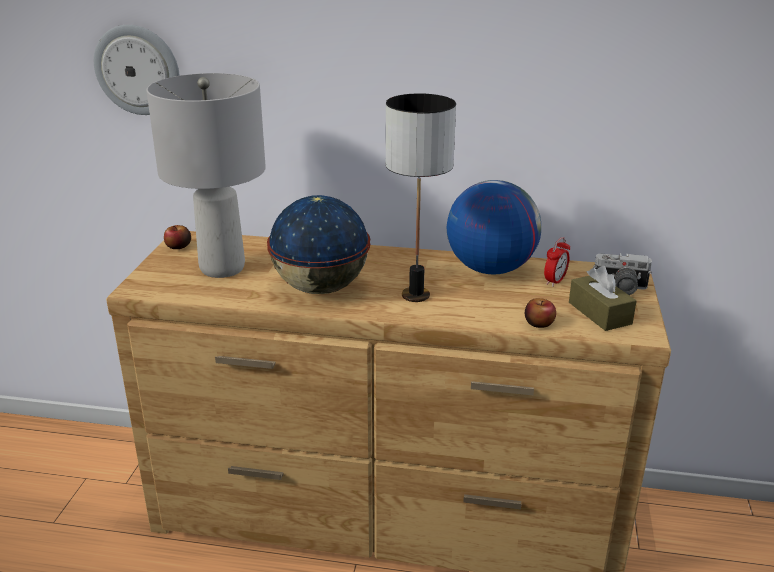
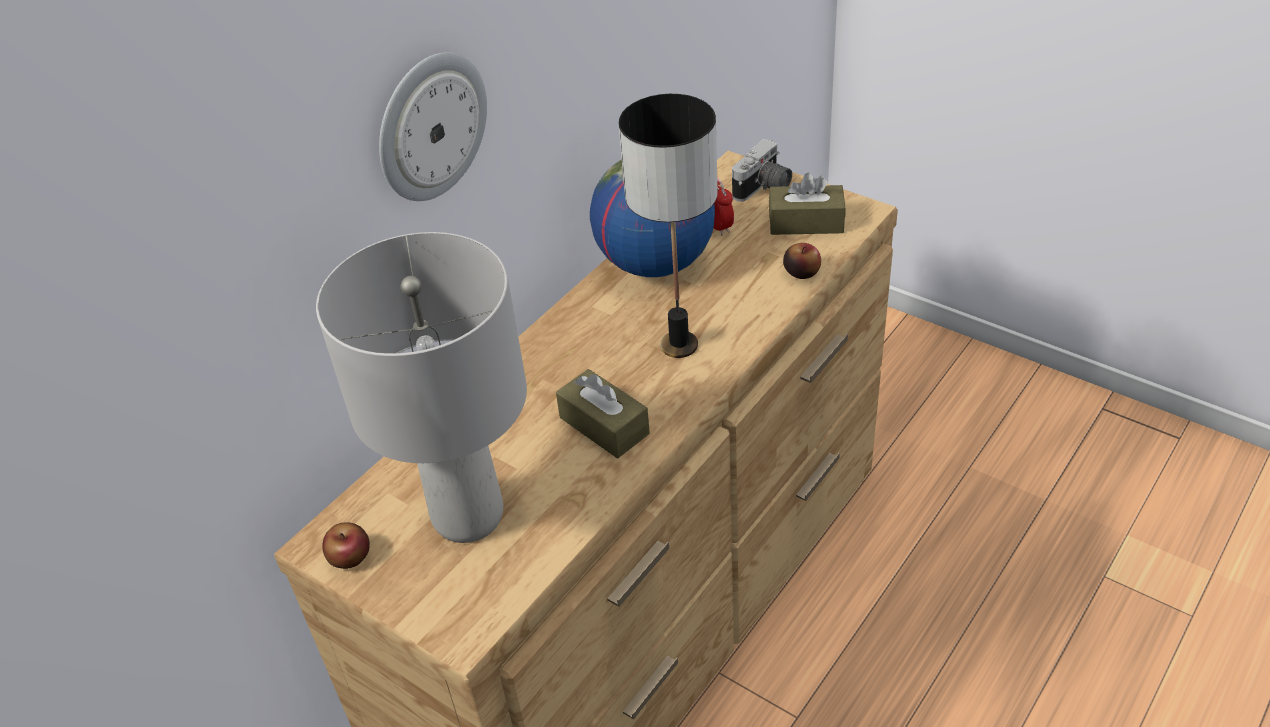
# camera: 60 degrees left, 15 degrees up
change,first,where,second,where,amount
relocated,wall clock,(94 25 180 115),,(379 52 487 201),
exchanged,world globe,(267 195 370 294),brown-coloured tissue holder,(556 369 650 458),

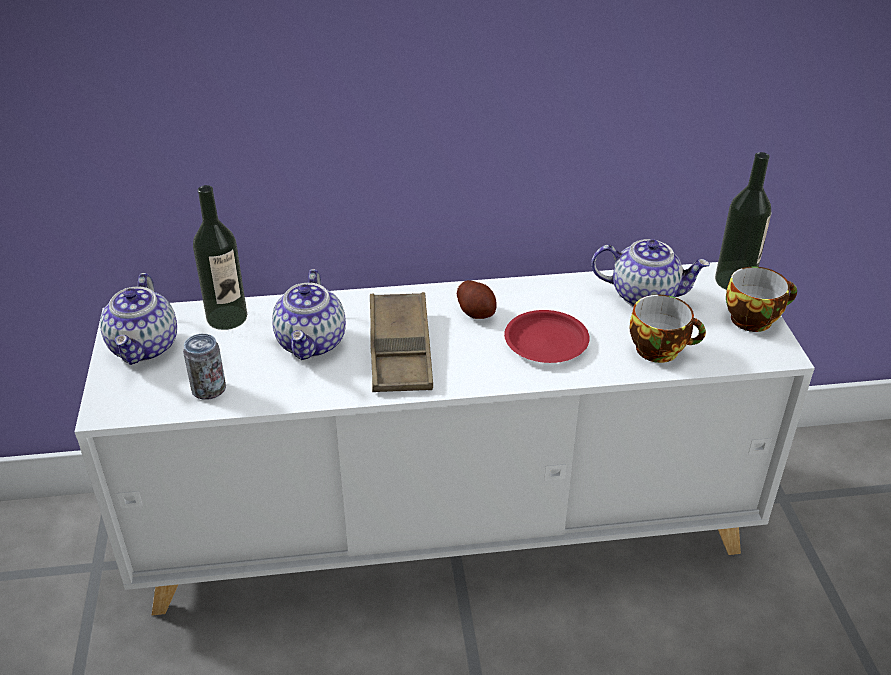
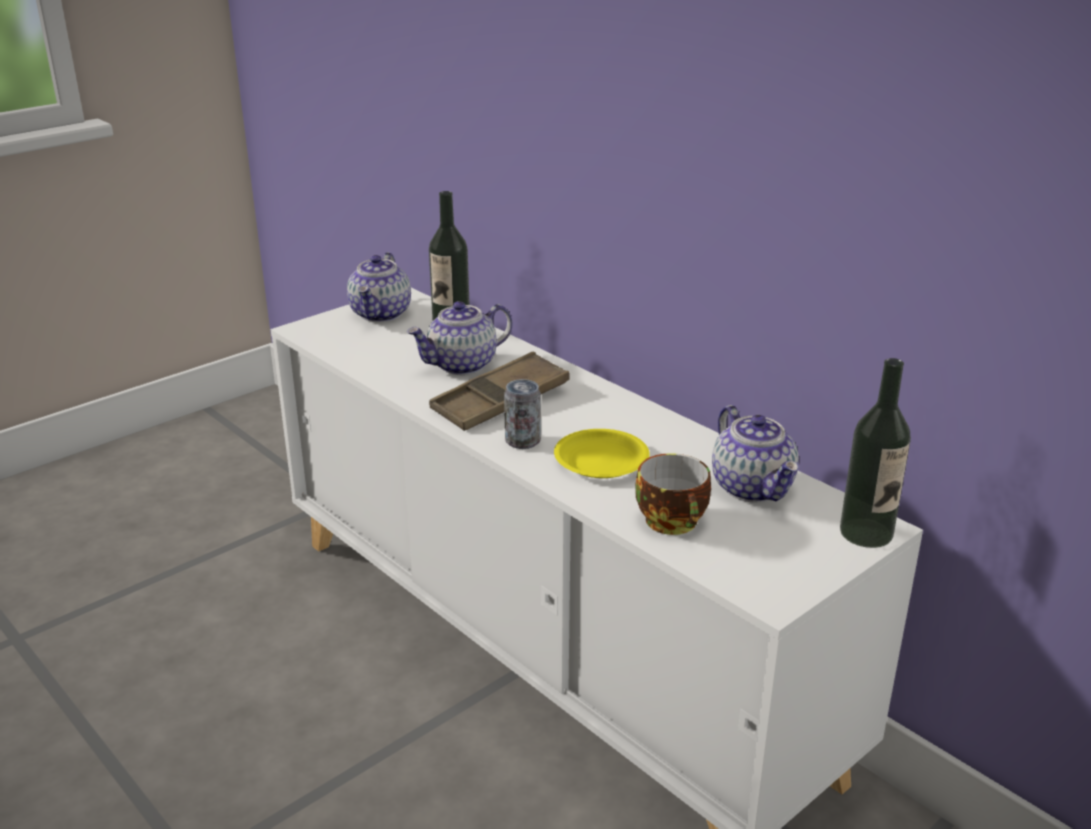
# camera: 55 degrees right, 10 degrees down
change,first,where,second,where,amount
missing,drinking cup,(726 267 797 332),,,
spun,pot for tea,(100 273 177 365),,(347 252 411 322),45 degrees counterclockwise
missing,potato,(456 280 497 319),,,
colour,red-coloured plate,(504 310 590 363),yellow-coloured plate,(554 429 650 478),
relocated,can,(183 334 226 400),,(504 379 541 449),

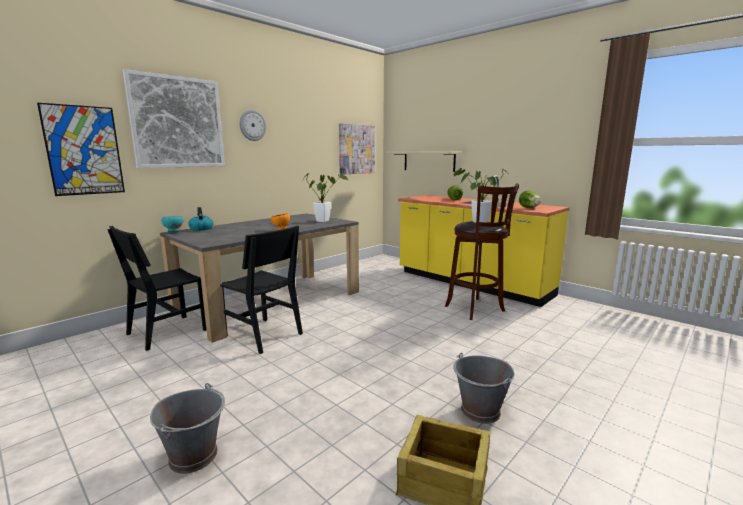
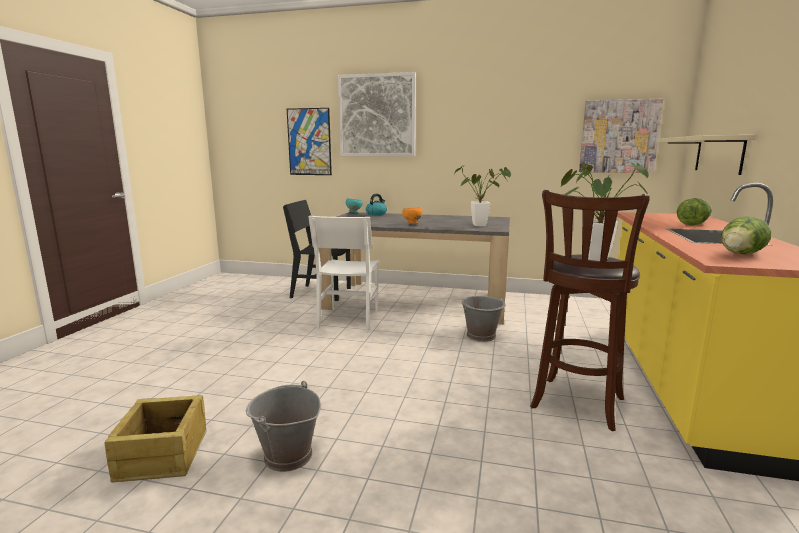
# camera: 60 degrees right, 0 degrees up
change,first,where,second,where,amount
missing,wall clock,(239 110 266 141),,,
colour,blackish plain chair,(220 226 303 354),whitish plain chair,(308 216 380 331),
relocated,greyish bucket,(150 383 225 474),,(462 296 506 342),

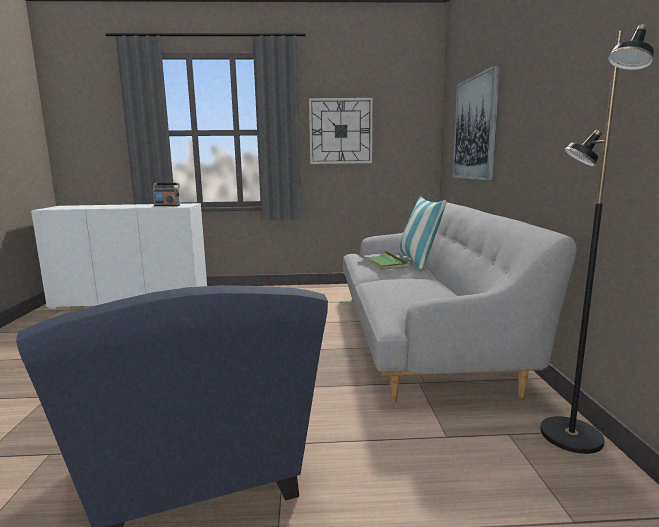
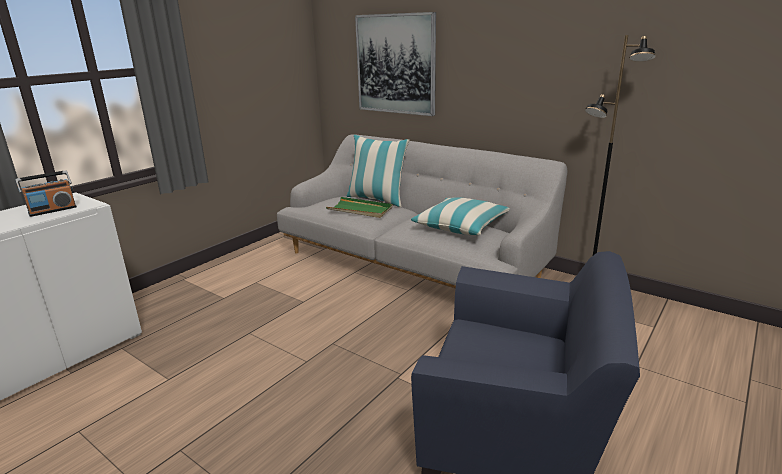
# camera: 50 degrees left, 10 degrees up
change,first,where,second,where,amount
missing,wall clock,(309 98 373 164),,,
appeared,,,throw pillow,(411 197 510 235),

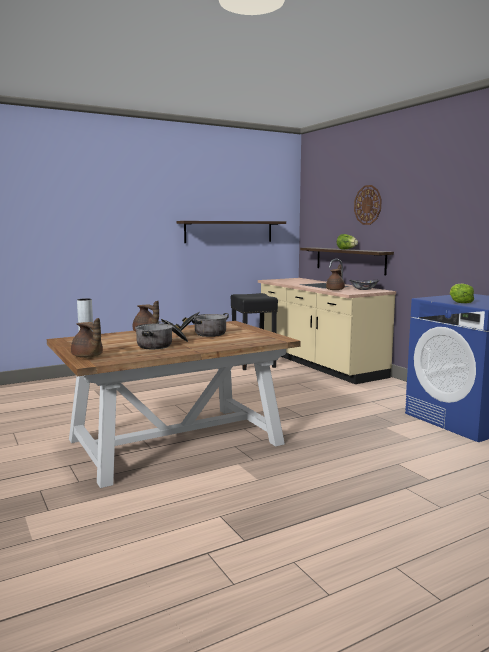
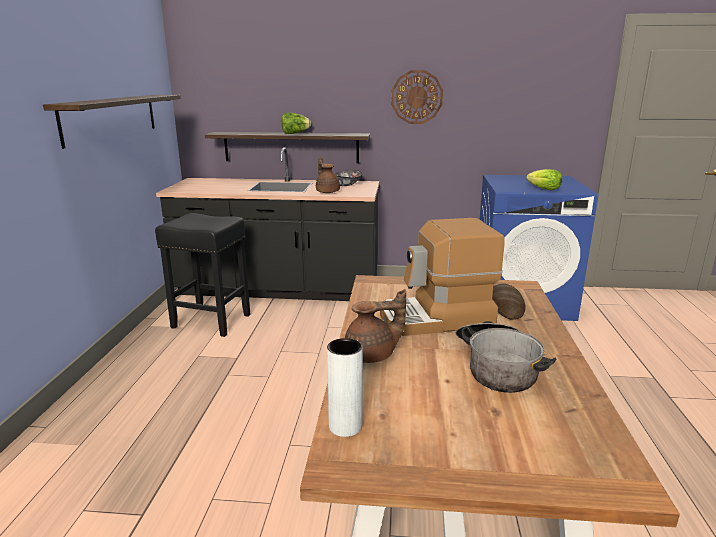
# camera: 55 degrees left, 10 degrees up
change,first,where,second,where,amount
relocated,wall clock,(354 185 382 225),,(391 70 443 124),
colour,beige kitchen counter,(258 259 396 384),blackish kitchen counter,(156 147 379 301),
exchanged,stockpot,(180 312 229 337),coffee brewer,(380 218 505 336),
missing,brown-coloured pot for tea,(71 318 103 358),,,
appeared,,,bakery bread,(493 283 526 320),

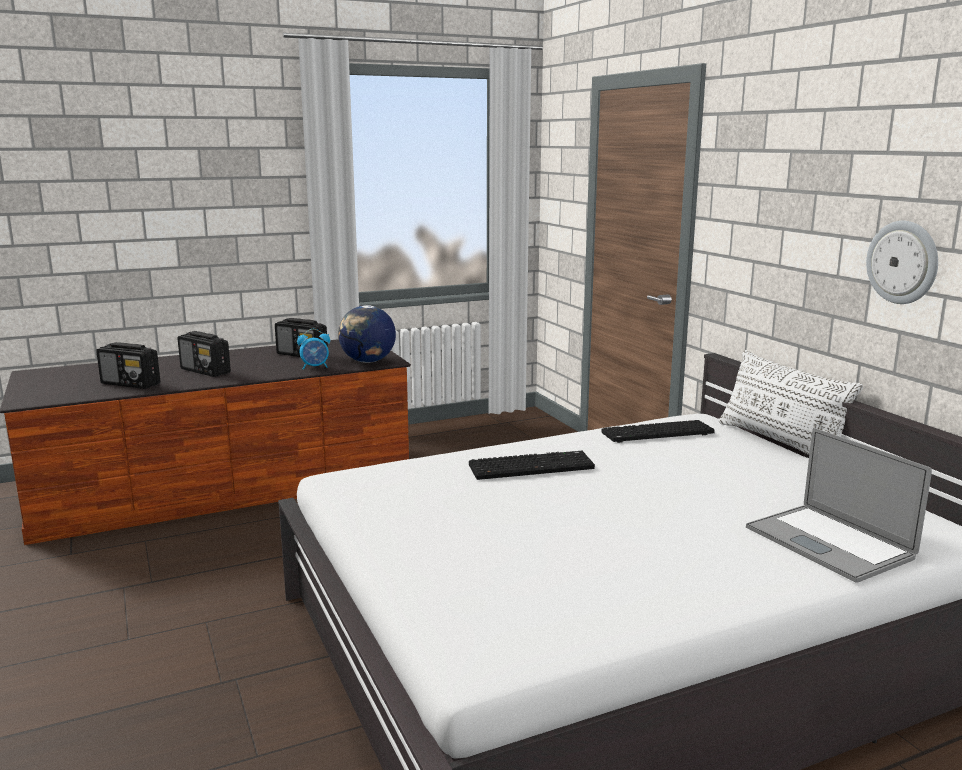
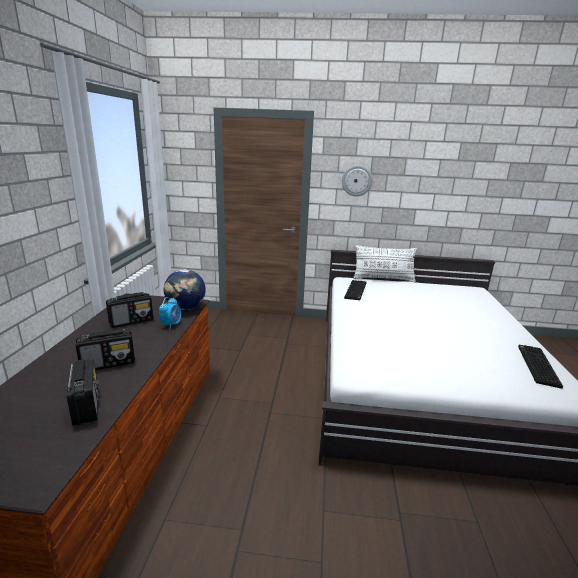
# camera: 60 degrees left, 5 degrees up
change,first,where,second,where,amount
relocated,wall clock,(866 221 938 304),,(342 165 373 196),
spun,radio,(96 342 160 389),,(66 359 99 426),75 degrees counterclockwise
missing,portable computer,(746 428 932 583),,,
relocated,PC keyboard,(469 451 595 480),,(518 345 563 389),

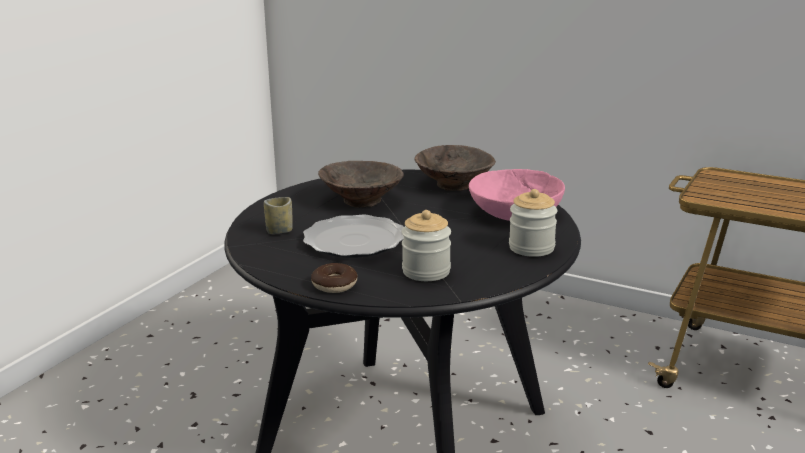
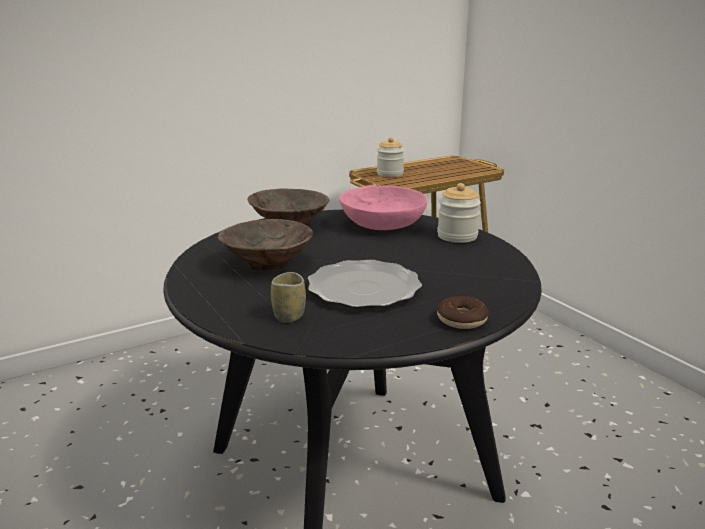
# camera: 60 degrees left, 0 degrees up
change,first,where,second,where,amount
relocated,preserve jar,(402 210 451 281),,(377 137 404 177),

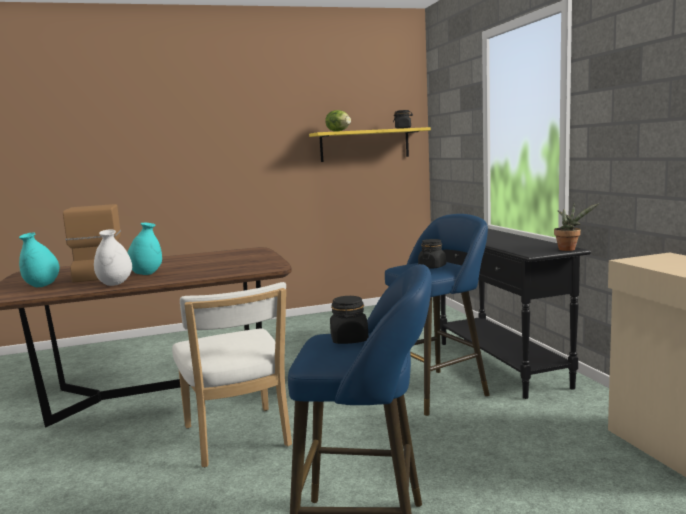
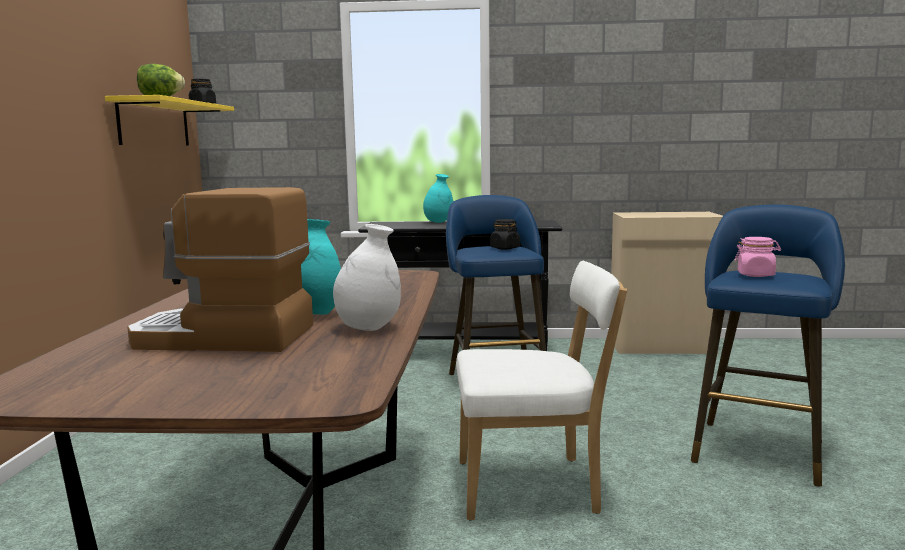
# camera: 70 degrees left, 0 degrees up
change,first,where,second,where,amount
missing,houseplant,(554 203 599 251),,,
relocated,turquoise-coloured vase,(19 232 59 287),,(423 174 453 223),
colour,blackish preserve jar,(330 296 368 344),pink preserve jar,(735 237 781 277),

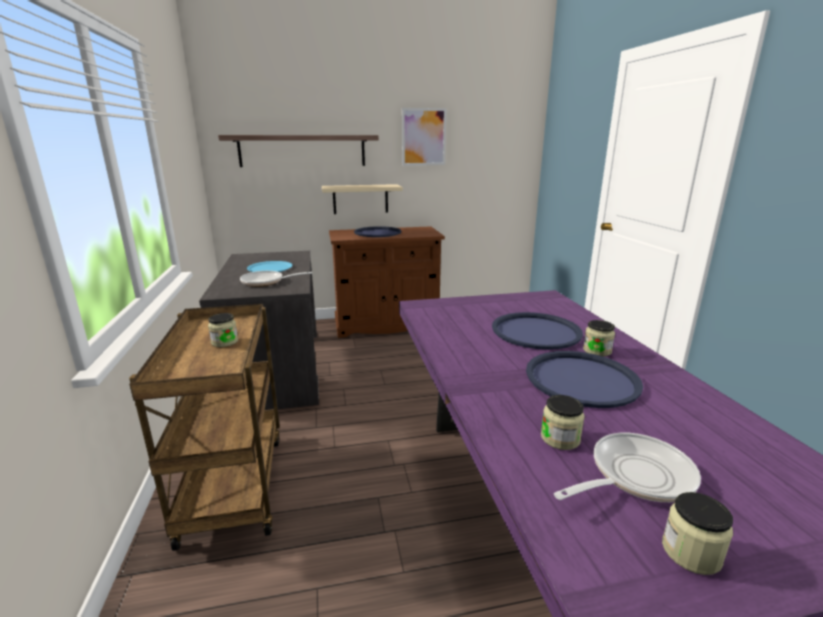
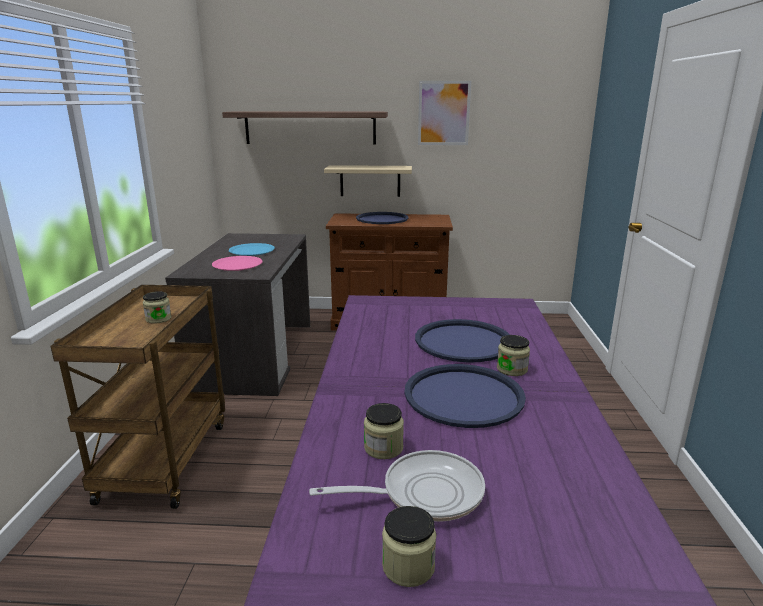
# camera: 15 degrees right, 0 degrees up
change,first,where,second,where,amount
exchanged,frying pan,(240 271 312 287),pink plate,(212 256 263 271),

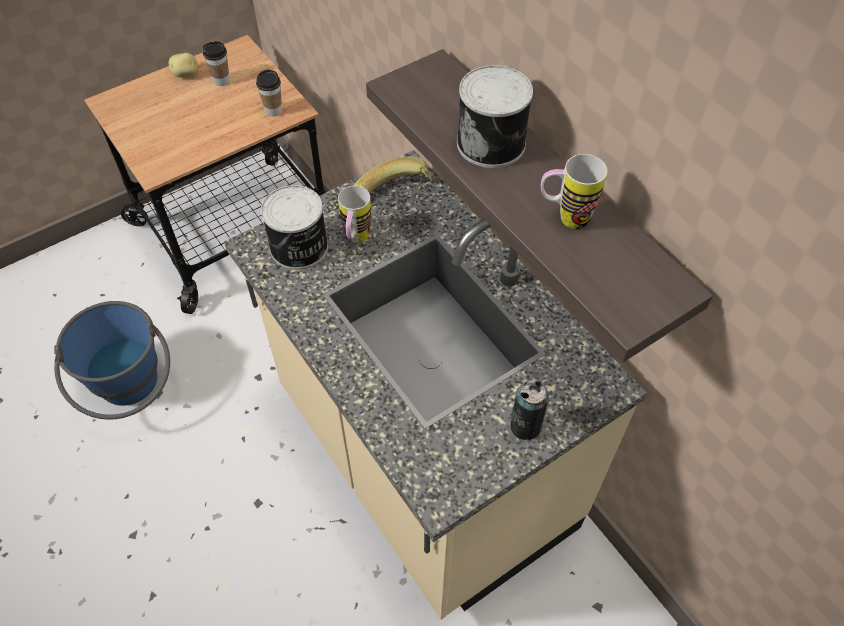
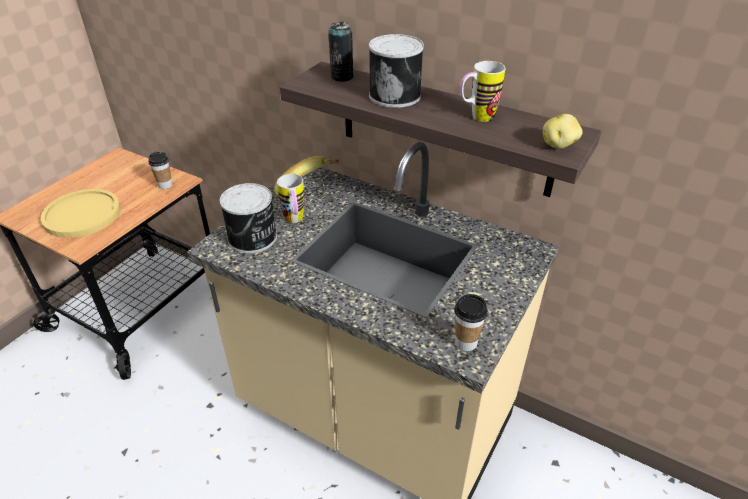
# camera: 25 degrees left, 15 degrees down
change,first,where,second,where,amount
relocated,drinking cup,(203 41 230 86),,(455 294 488 351),
relocated,potato,(168 53 198 78),,(543 114 583 149),
missing,blue bucket,(54 301 170 420),,,
relocated,can,(511 380 549 440),,(328 22 354 82),
appeared,,,yellow-coloured plate,(41 189 121 238),

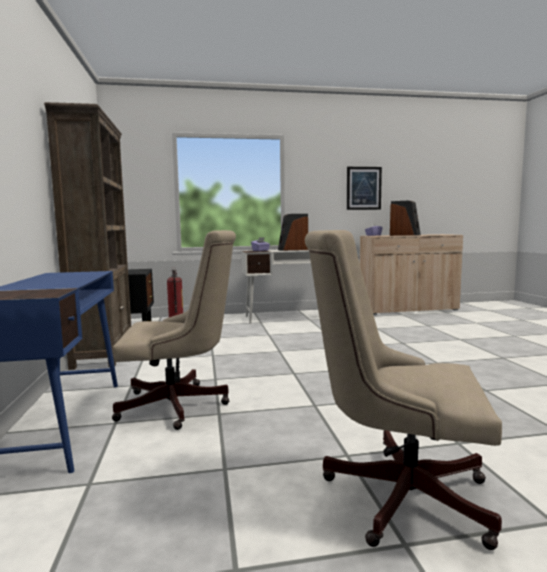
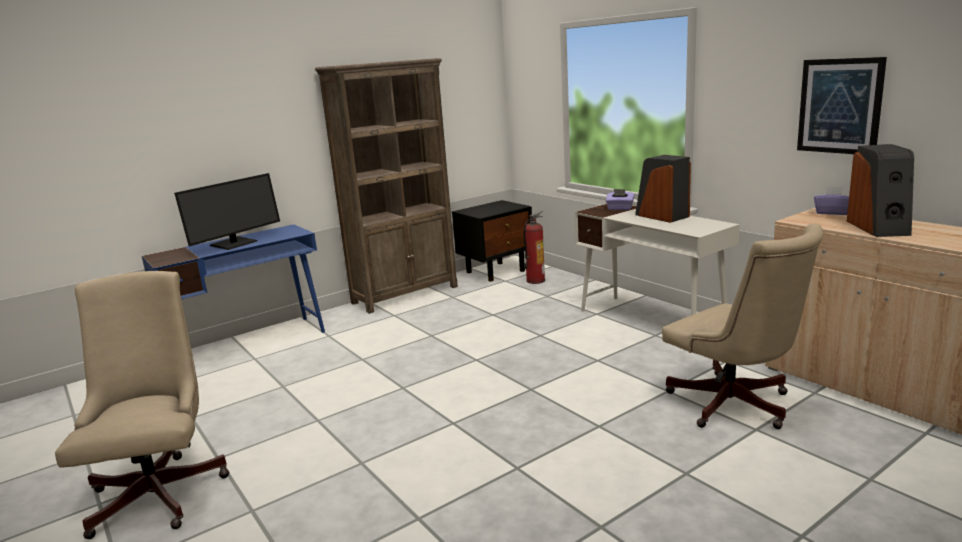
# camera: 65 degrees right, 10 degrees up
change,first,where,second,where,amount
relocated,beige office chair,(112 230 236 430),,(662 224 823 429),
appeared,,,monitor,(174 173 280 250),

